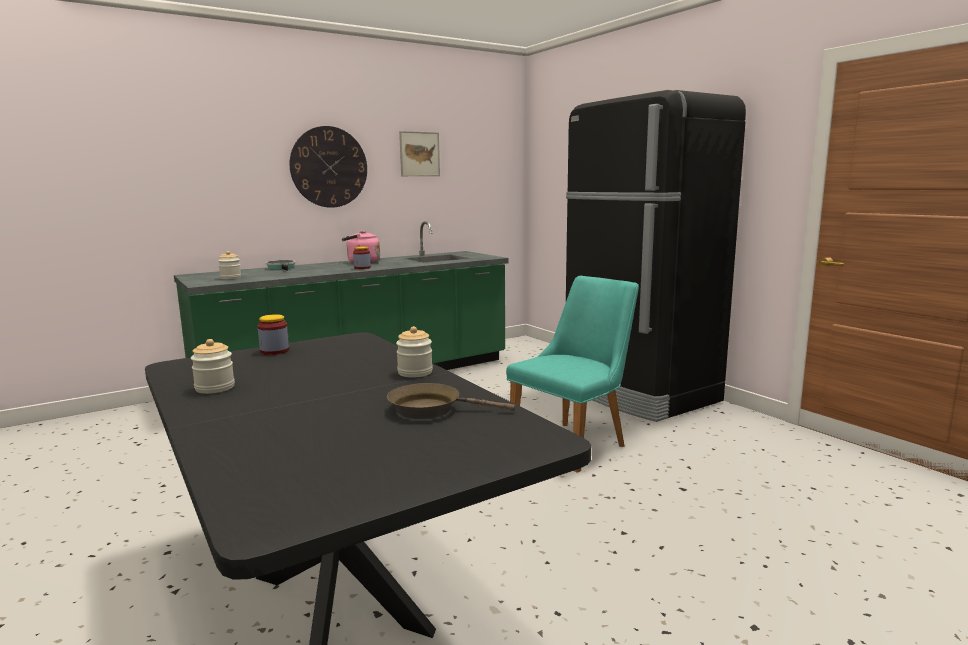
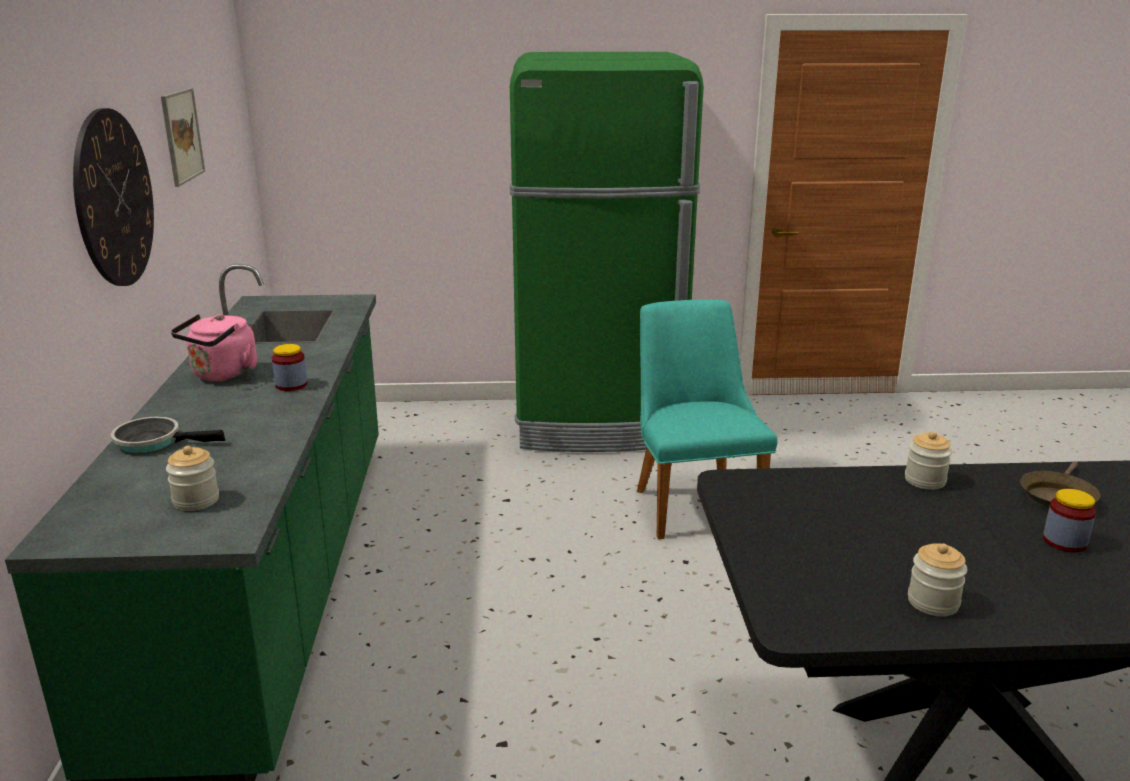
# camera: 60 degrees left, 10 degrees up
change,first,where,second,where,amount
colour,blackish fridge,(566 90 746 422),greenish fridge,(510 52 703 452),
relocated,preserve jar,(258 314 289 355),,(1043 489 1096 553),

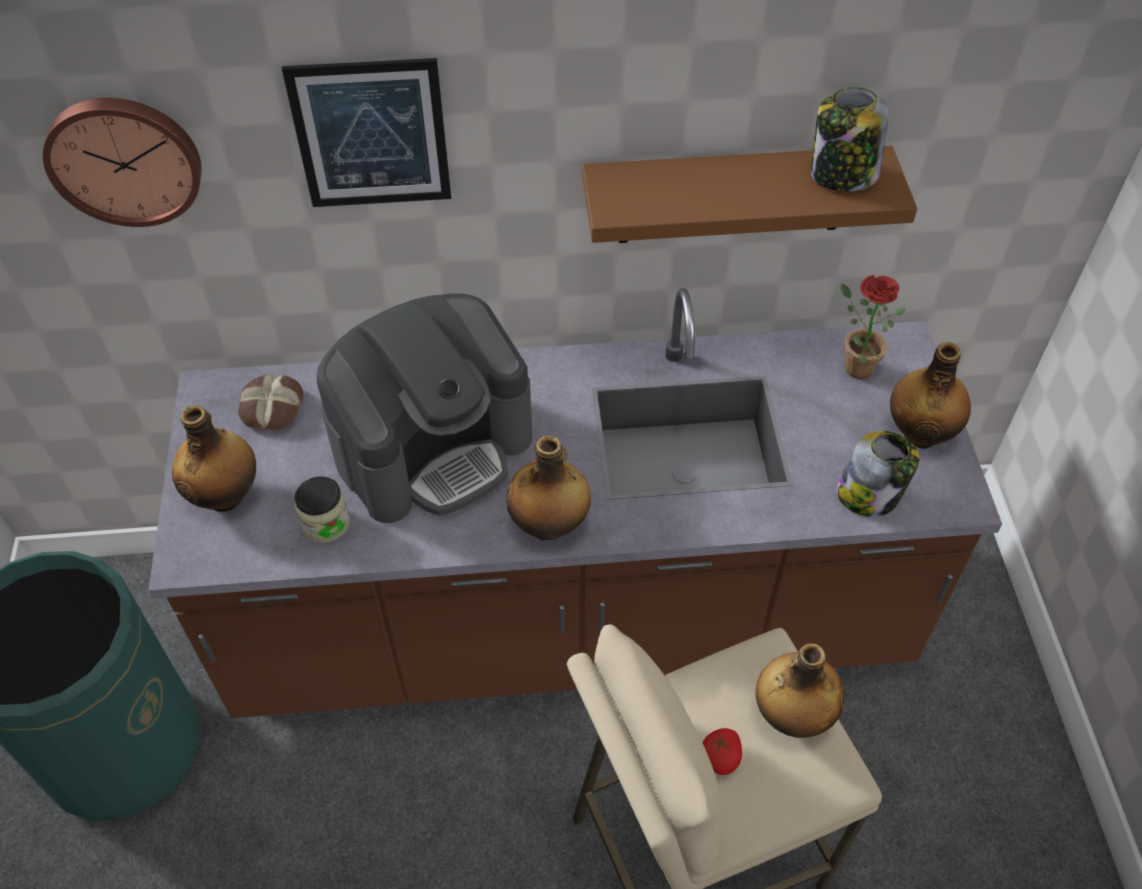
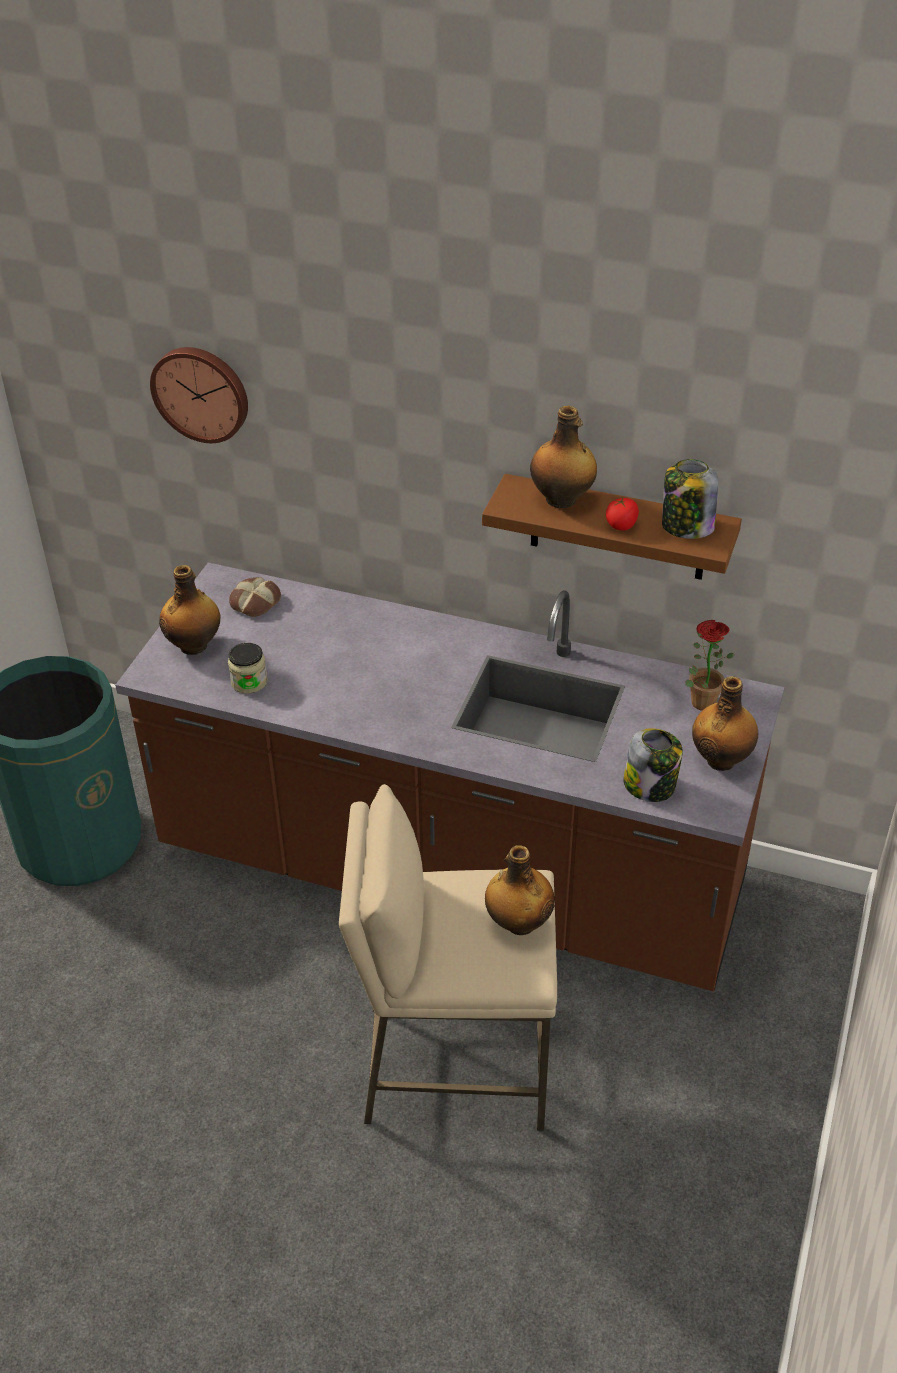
# camera: 25 degrees right, 10 degrees down
change,first,where,second,where,amount
missing,picture,(282 58 451 207),,,
missing,coffee brewer,(317 293 532 523),,,
relocated,bottle,(506 436 591 540),,(530 406 597 508),
relocated,whole tomato,(702 728 742 775),,(606 498 639 531),

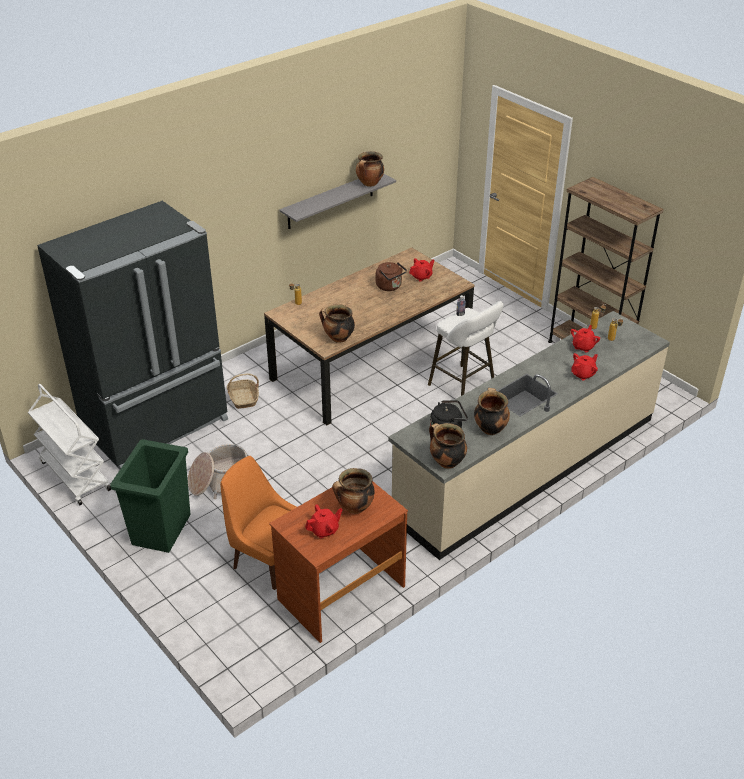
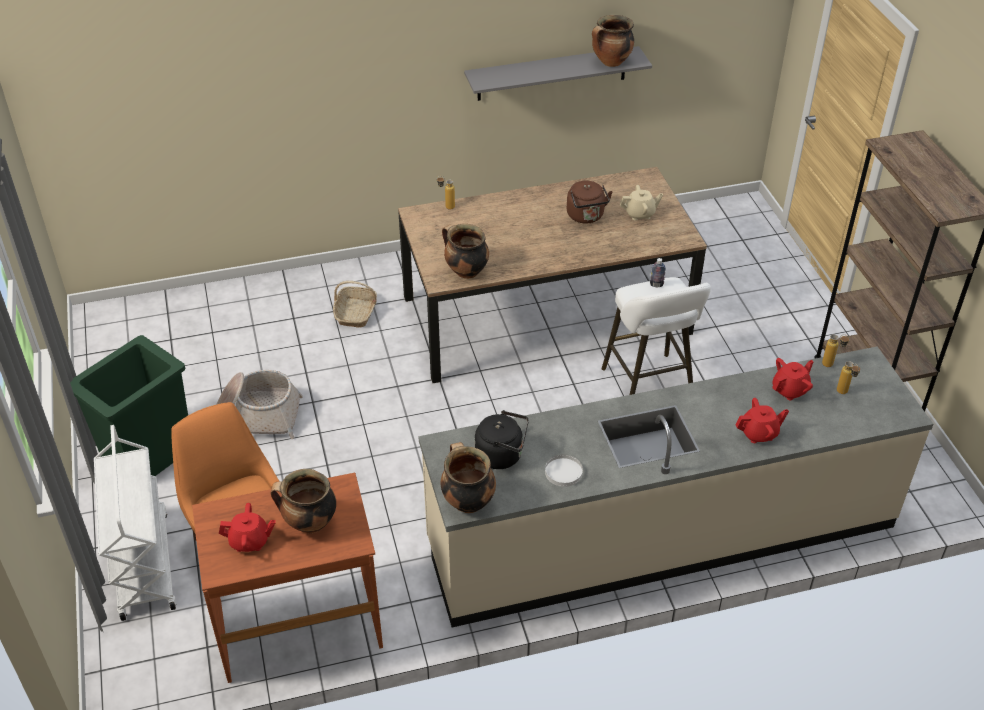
# camera: 25 degrees right, 5 degrees up
change,first,where,second,where,amount
missing,blackish fridge,(37 201 228 469),,,
colour,red-coloured pot for tea,(409 258 434 281),beige pot for tea,(620 185 663 220),
relocated,whitish wheeled cart,(28 384 111 506),,(94 425 176 621),
exchanged,stockpot,(474 388 510 435),whitish plate,(545 454 583 487),

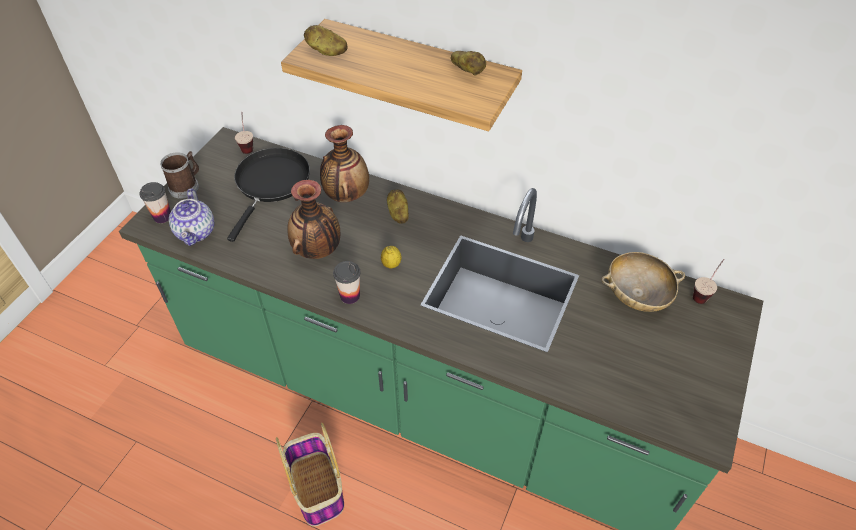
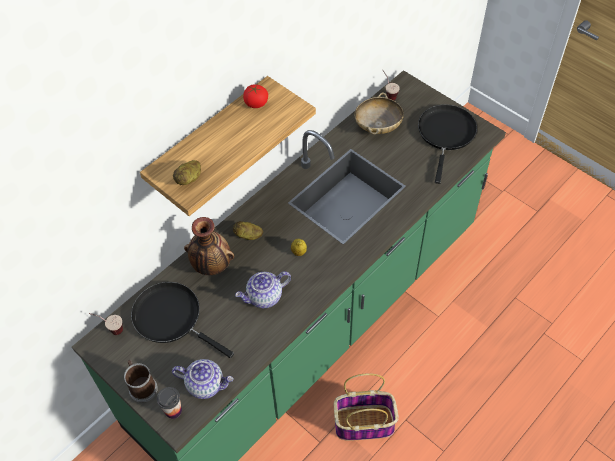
# camera: 70 degrees left, 5 degrees up
change,first,where,second,where,amount
exchanged,potato,(451 51 486 76),whole tomato,(243 85 268 108),
exchanged,vase,(287 180 340 259),pot for tea,(235 271 291 308),
missing,drinking cup,(333 261 361 304),,,
appeared,,,blackish frying pan,(418 104 477 184),

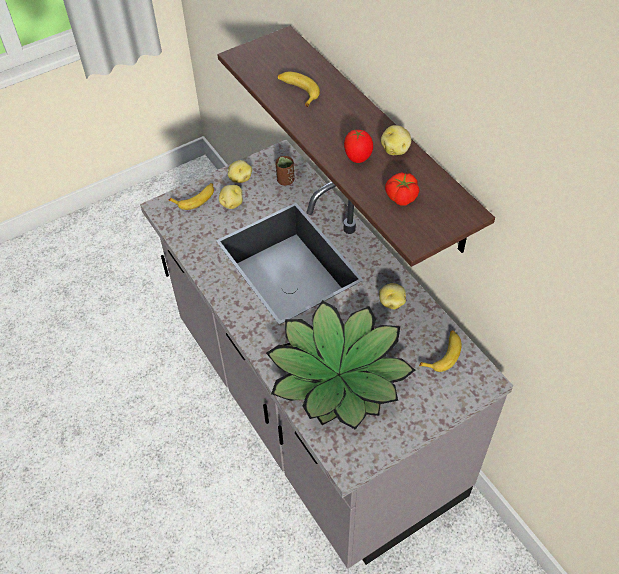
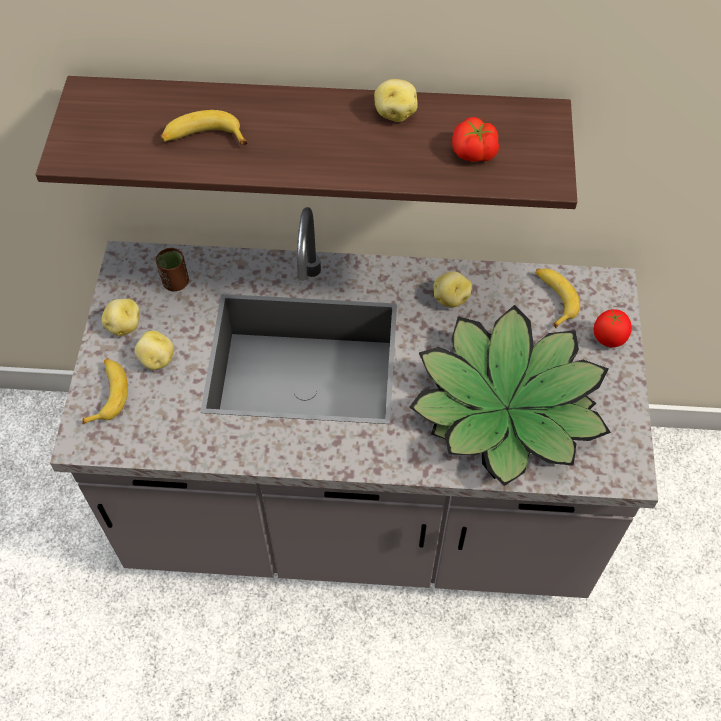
# camera: 55 degrees left, 5 degrees up
change,first,where,second,where,amount
relocated,whole tomato,(344 129 373 163),,(593 309 632 347),

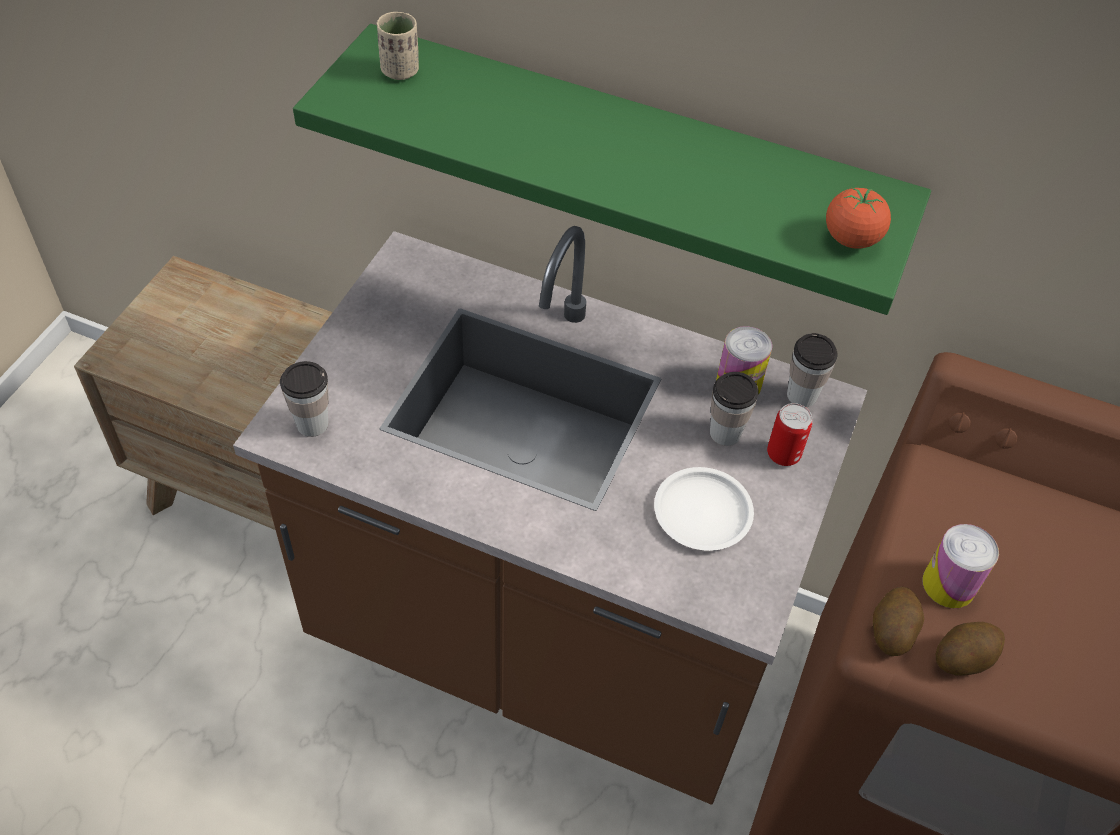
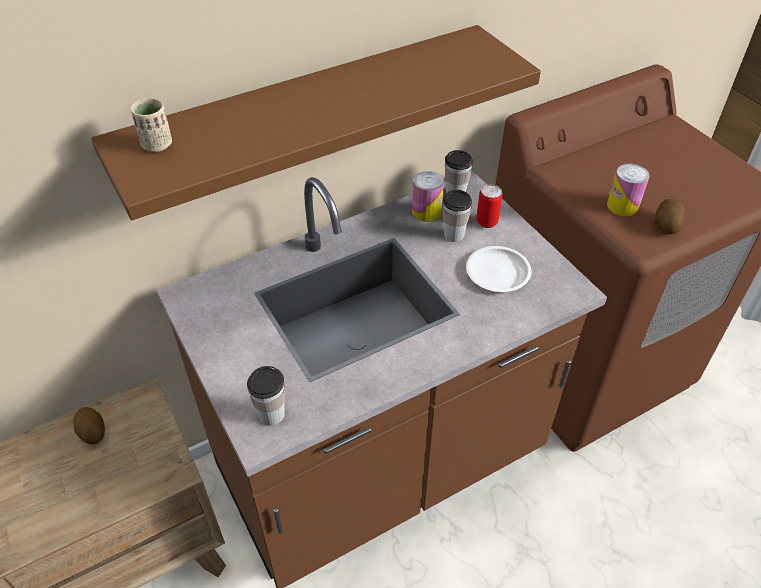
# camera: 50 degrees left, 5 degrees down
change,first,where,second,where,amount
colour,greenish shelf,(293 24 931 315),brown-coloured shelf,(91 25 541 220),
missing,whole tomato,(826 188 891 249),,,
relocated,potato,(873 586 924 656),,(74 407 105 444),

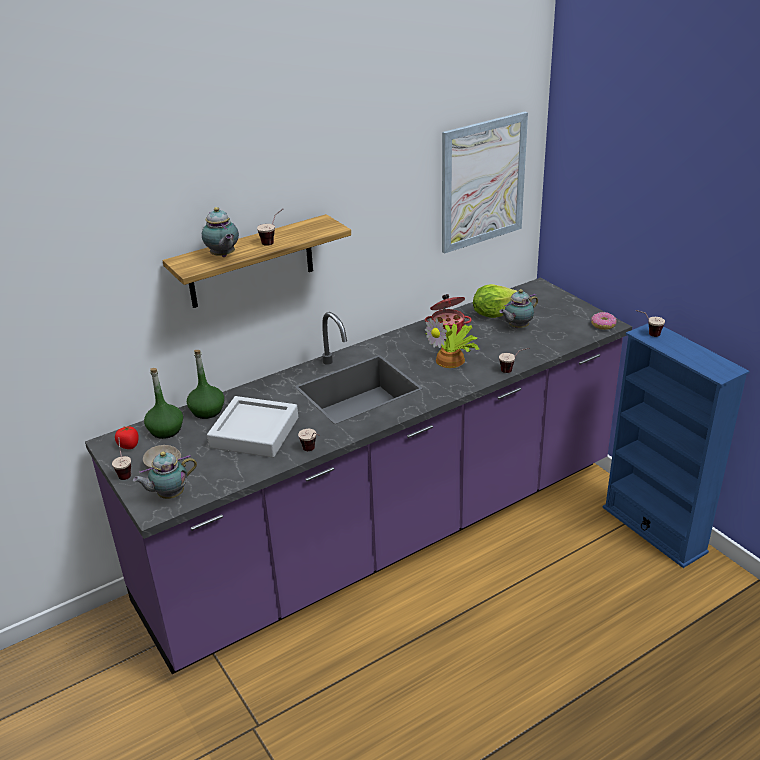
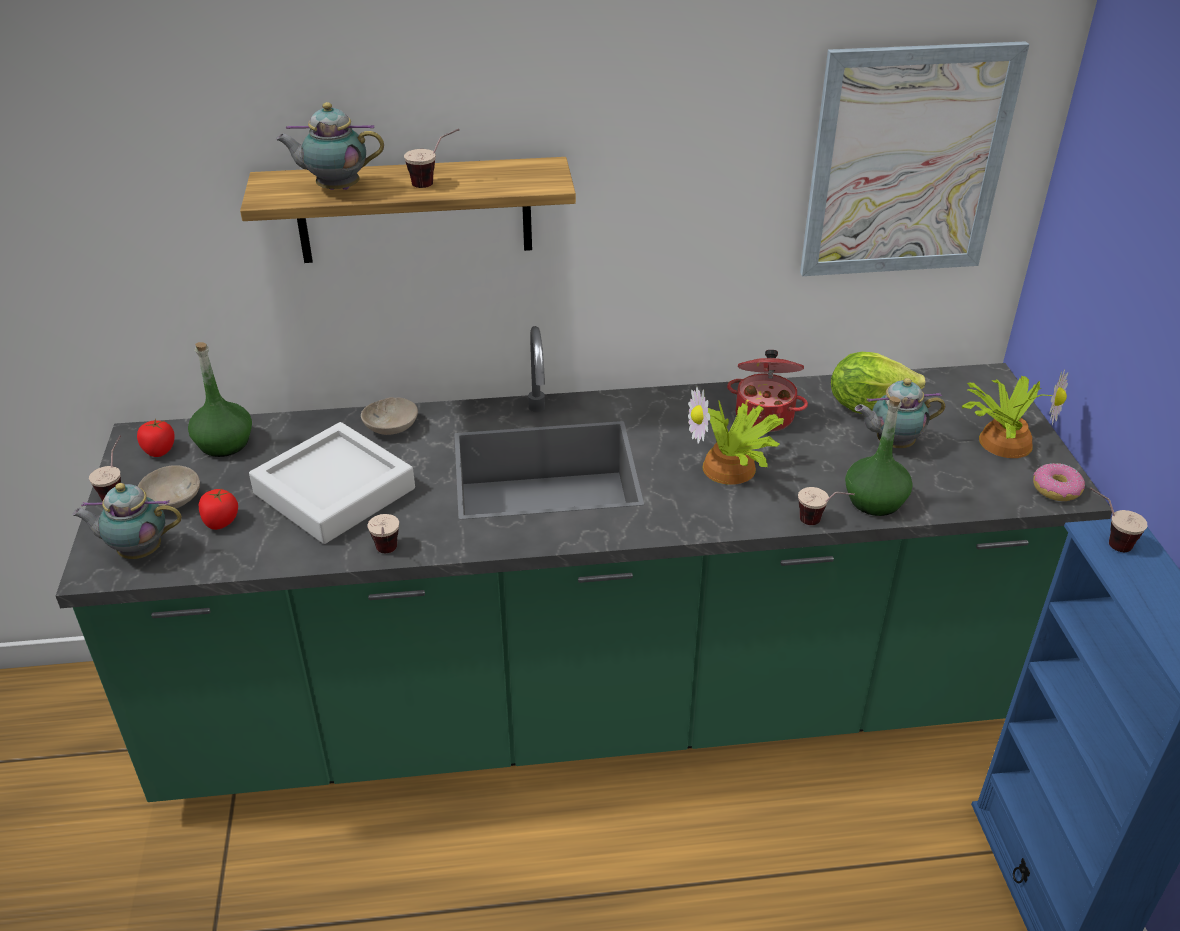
# camera: 25 degrees right, 5 degrees up
change,first,where,second,where,amount
spun,pot for tea,(202 207 239 257),,(276 102 384 190),90 degrees clockwise
colour,purple kitchen counter,(85 278 632 674),greenish kitchen counter,(56 326 1112 802),
relocated,greenish bottle,(187 350 224 419),,(845 396 913 516),
appeared,,,houseplant,(962 369 1068 458),
appeared,,,beige serving bowl,(361 397 418 435),
appeared,,,whole tomato,(199 488 238 530),

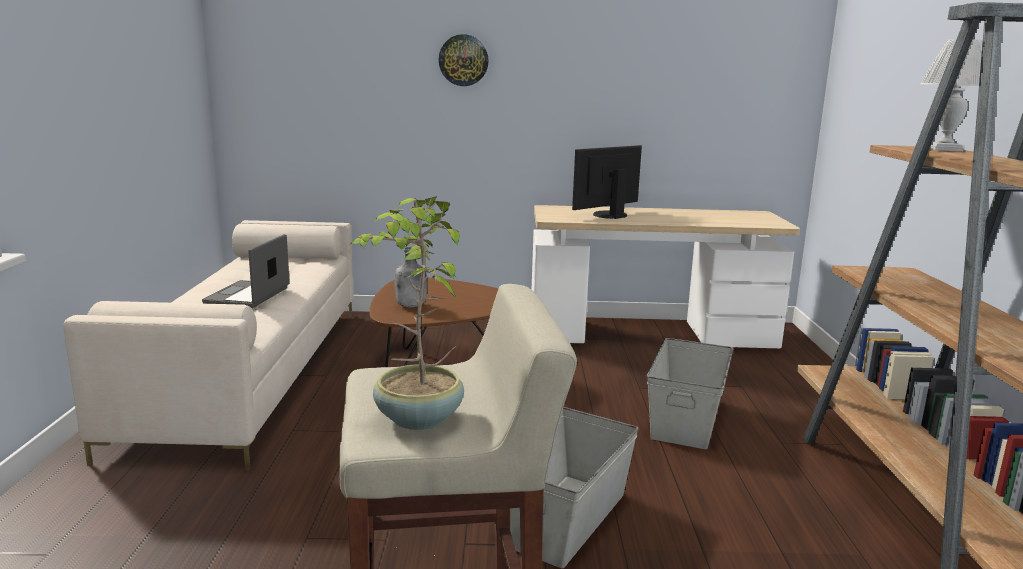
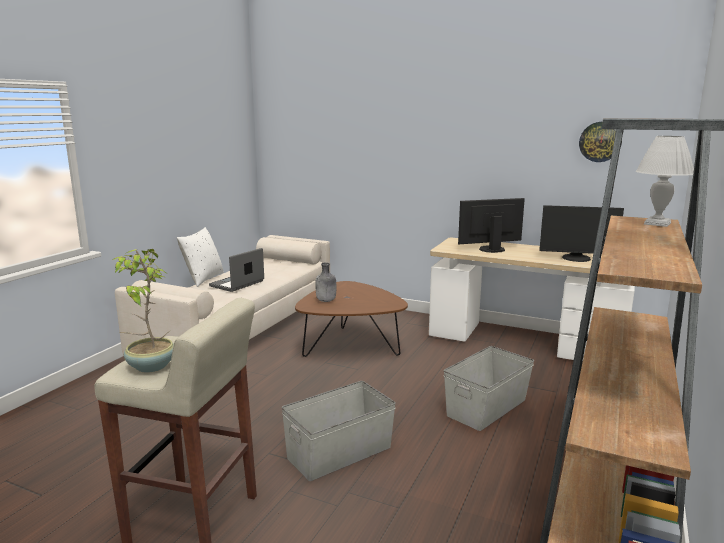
# camera: 25 degrees right, 0 degrees up
change,first,where,second,where,amount
relocated,wall clock,(439 34 489 86),,(579 122 622 162),
appeared,,,monitor,(539 205 624 262),
appeared,,,whitish throw pillow,(177 227 224 287),

